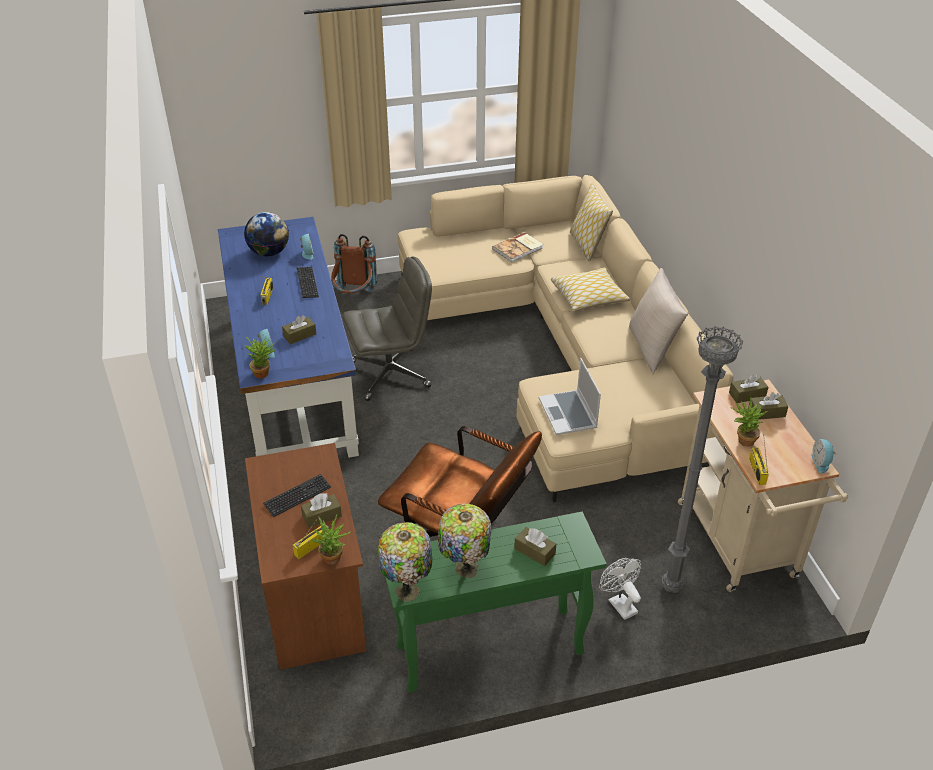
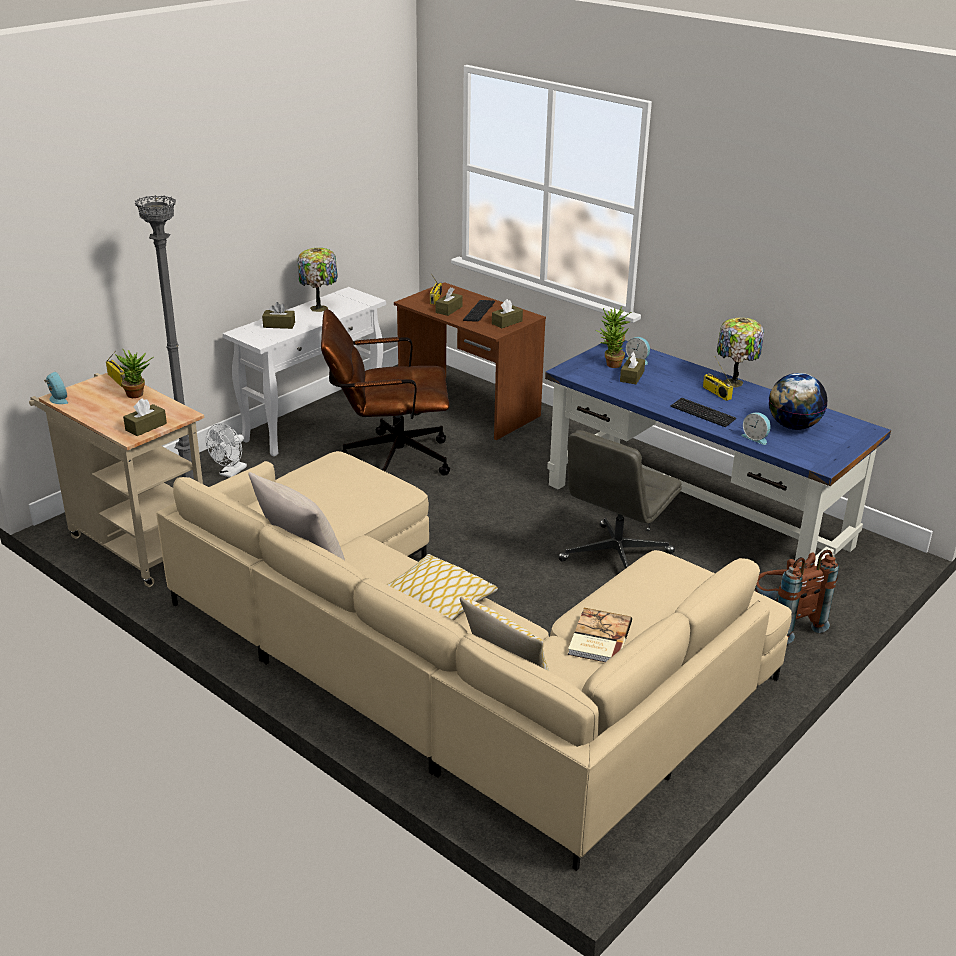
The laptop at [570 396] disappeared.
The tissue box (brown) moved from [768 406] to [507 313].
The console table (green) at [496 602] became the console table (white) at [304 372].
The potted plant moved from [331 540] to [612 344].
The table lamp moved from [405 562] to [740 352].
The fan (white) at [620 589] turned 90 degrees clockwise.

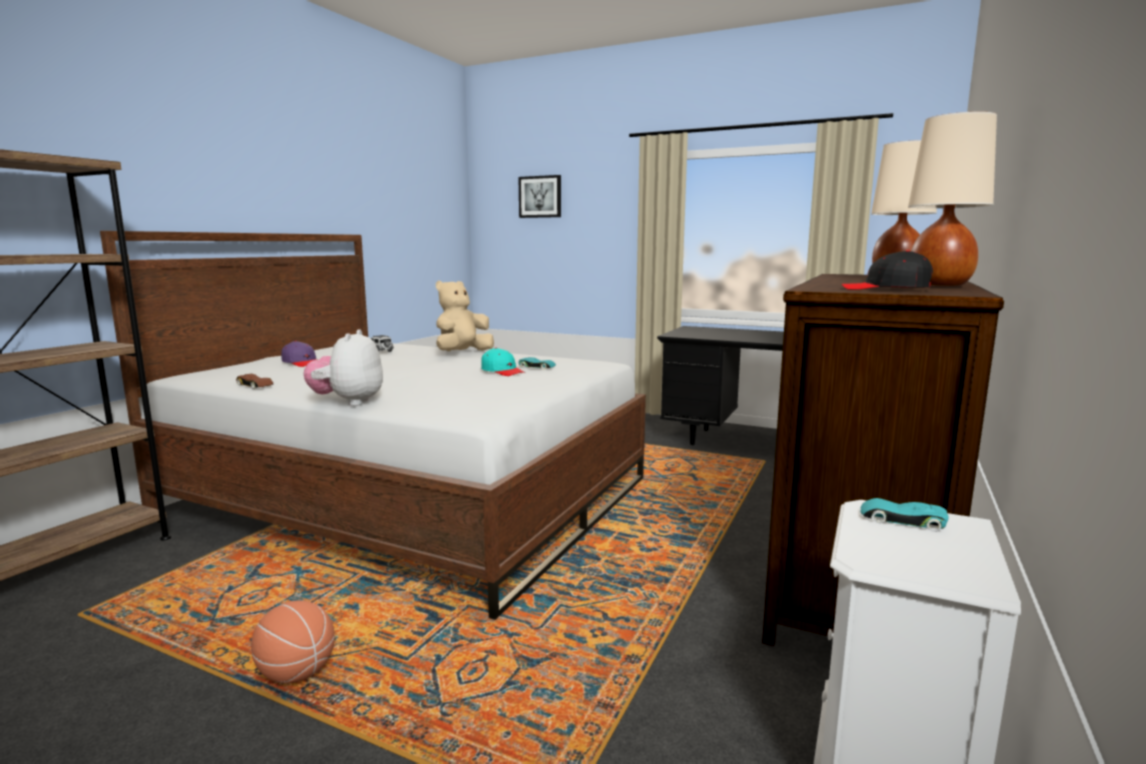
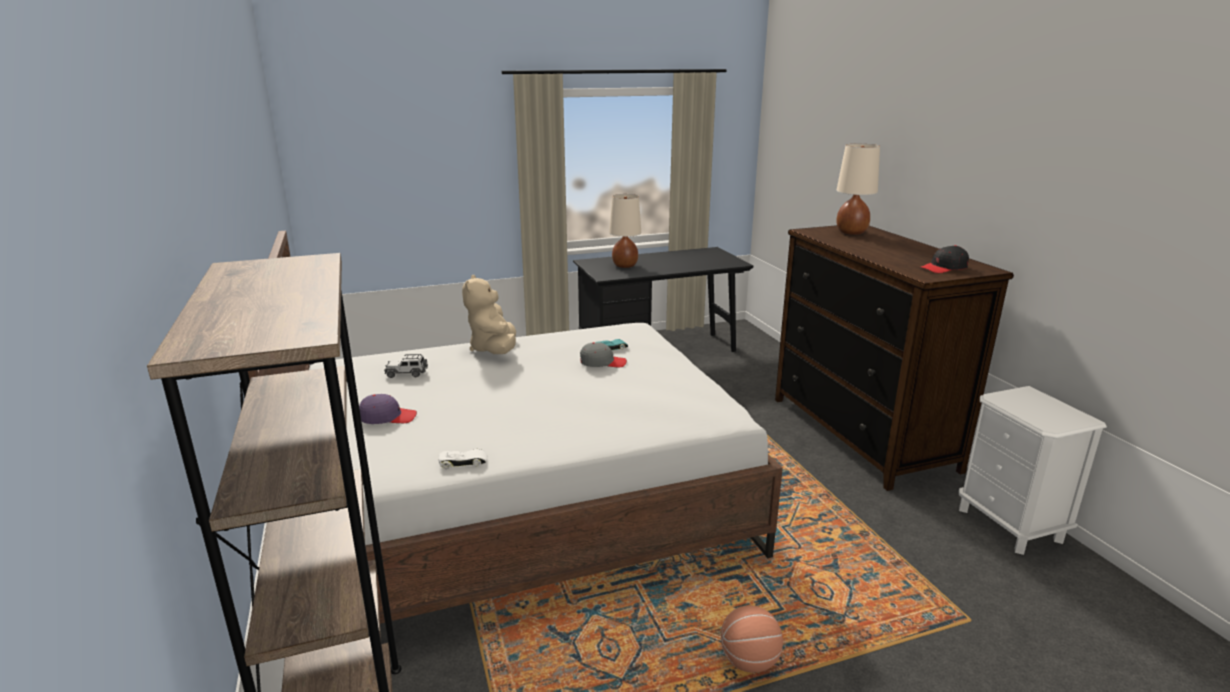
The table lamp (beige) moved from [952 198] to [625 231].
The picture at [539 196] disappeared.
The plush toy at [343 367] disappeared.
The cap (turquoise) at [503 362] became the cap (grey) at [603 354].
The toy car (brown) at [254 381] became the toy car (white) at [462 459].
The toy car (turquoise) at [904 515] disappeared.

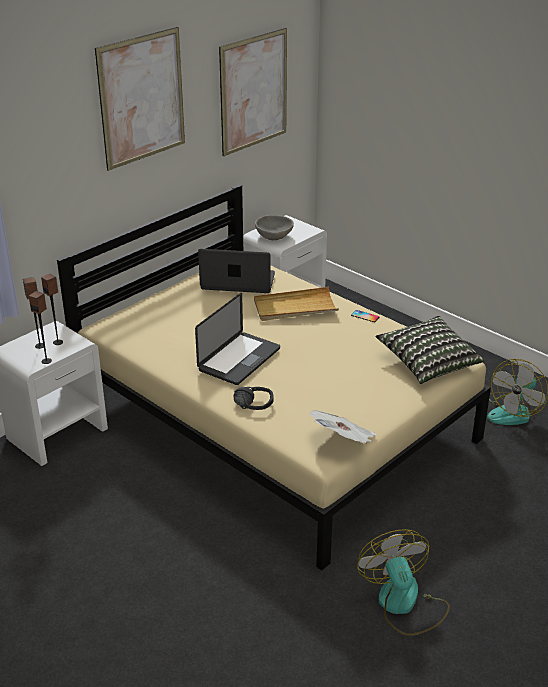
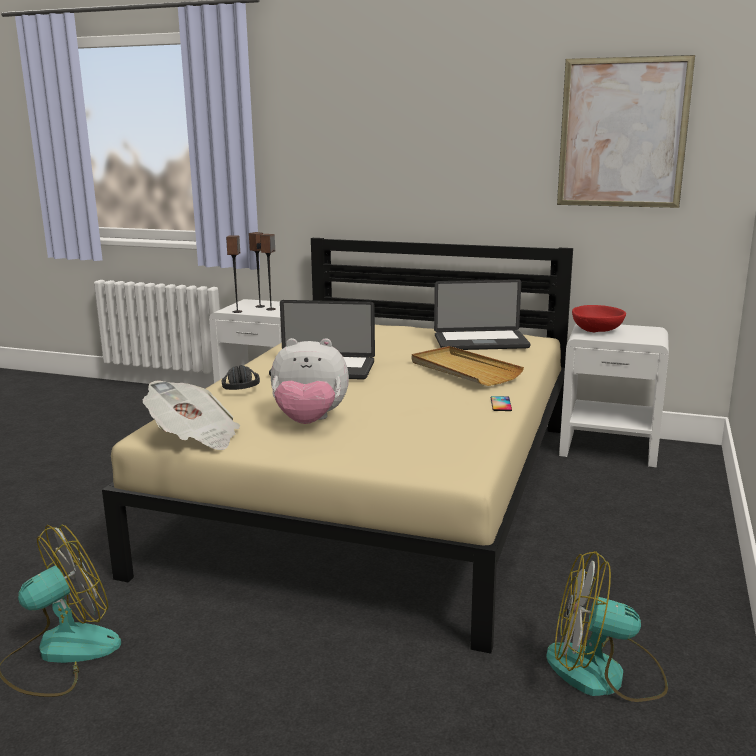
The picture at [140 99] disappeared.
The bowl (grey) at [274 227] became the bowl (red) at [599 318].
The laptop at [236 271] turned 105 degrees clockwise.
The pillow at [430 350] disappeared.
The plush toy at [310 381] appeared.

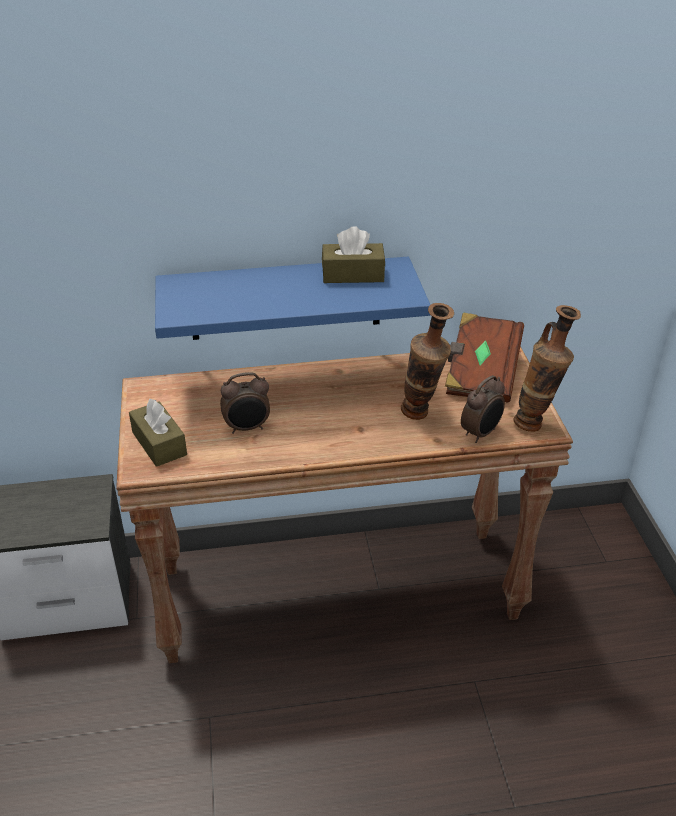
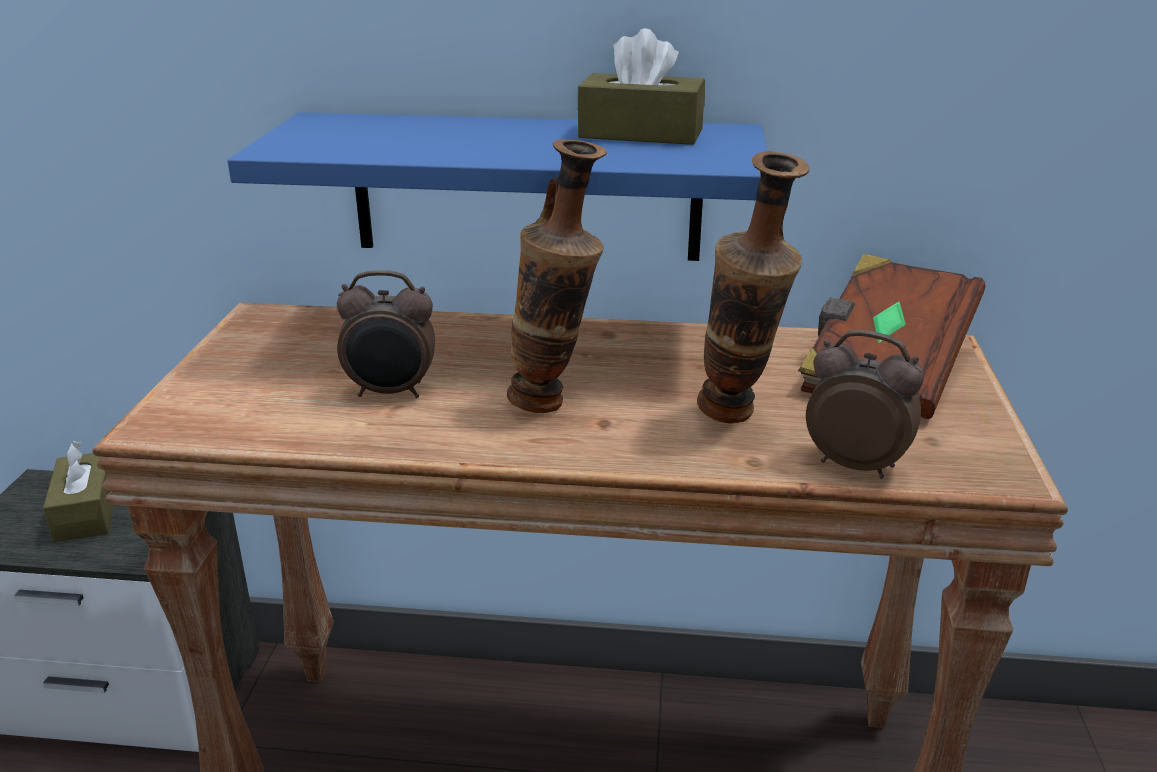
The vase moved from [547 368] to [557 276].
The alarm clock at [483 409] turned 120 degrees counterclockwise.
The tissue box (brown) moved from [158 433] to [78 491].

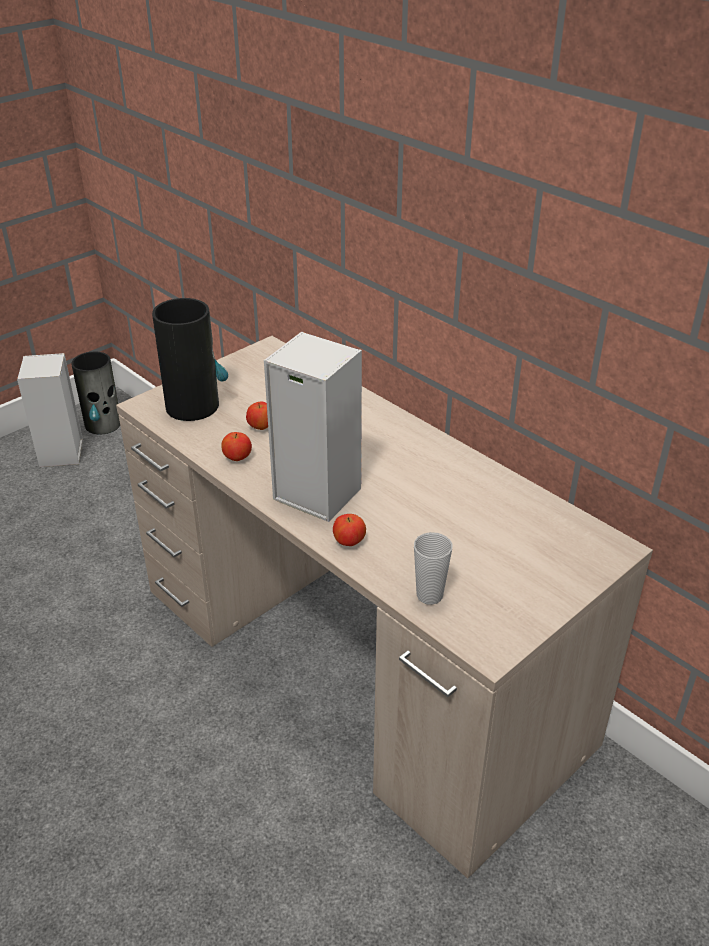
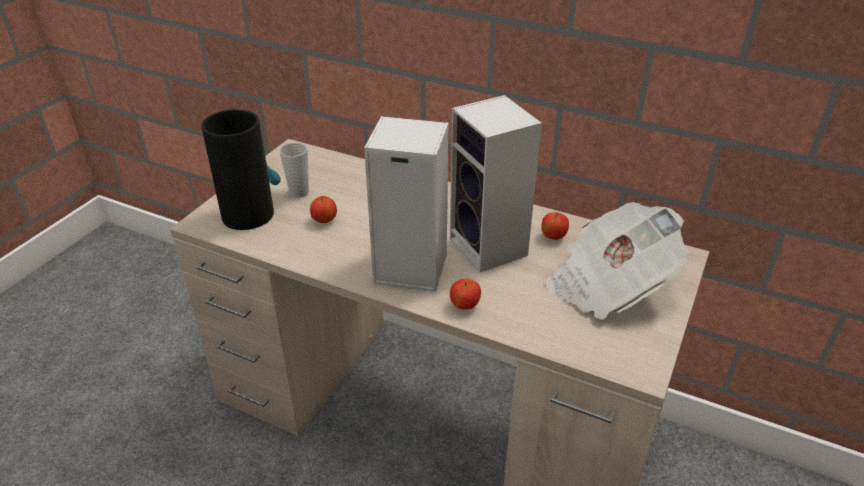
The vase at [95 393] disappeared.
The speaker moved from [50 410] to [496 183].
The apple moved from [237 446] to [555 226].
The cup moved from [433 568] to [294 170].
The newspaper at [617 261] appeared.

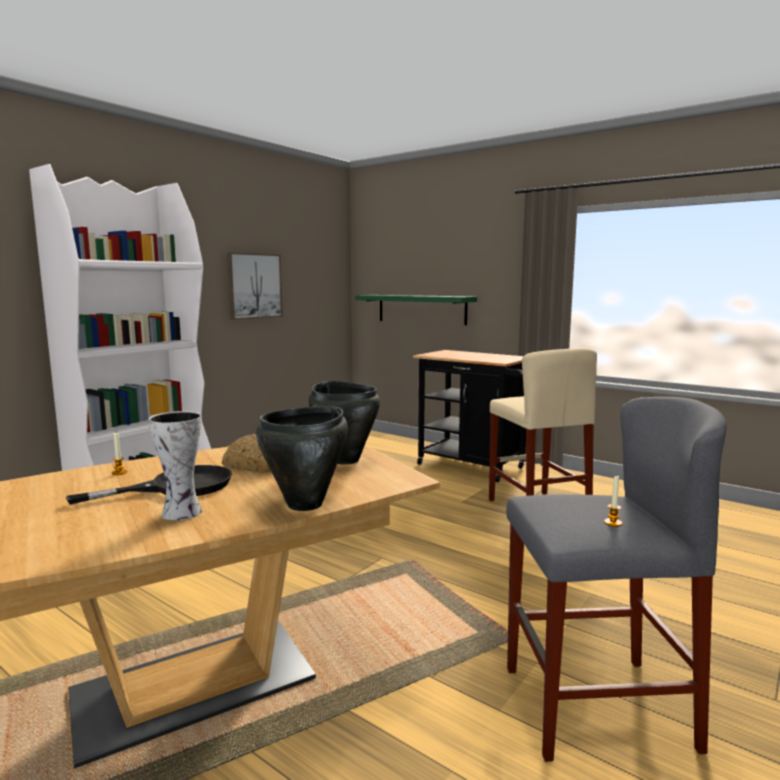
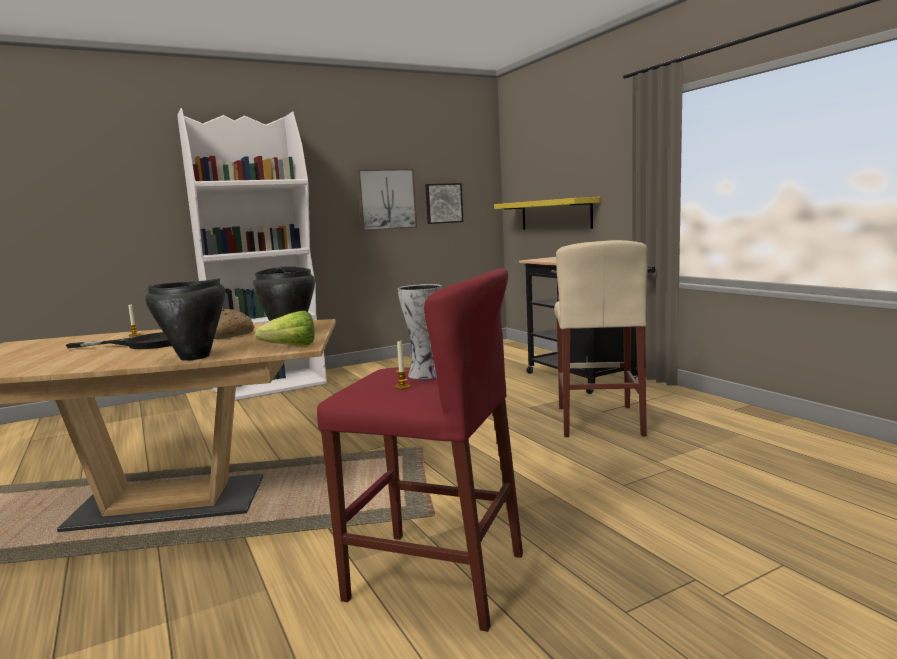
The shelf (green) at [416 310] became the shelf (yellow) at [547 213].
The stool (grey) at [616 579] became the stool (red) at [420 450].
The vase moved from [175 466] to [420 331].
The picture at [444 203] appeared.
The lettuce at [285 328] appeared.

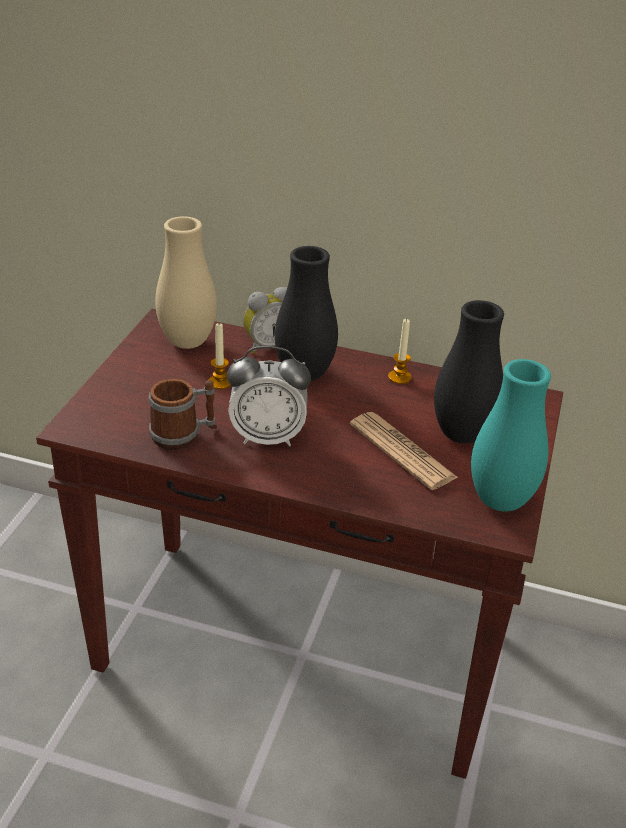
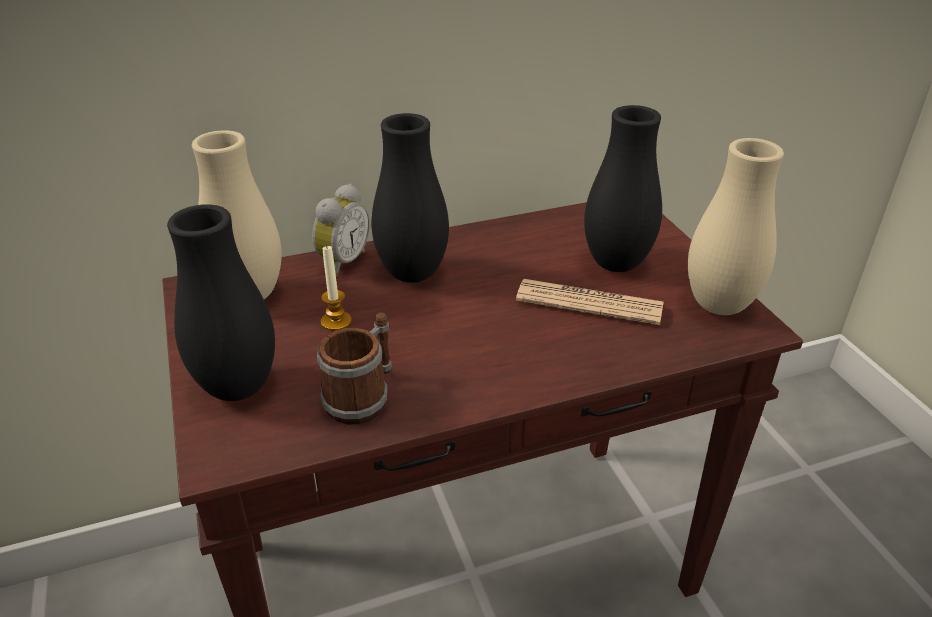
The candle at [400 351] disappeared.
The alarm clock at [269 396] disappeared.
The vase (turquoise) at [511 435] became the vase (beige) at [736 226].
The vase (black) at [221 302] appeared.

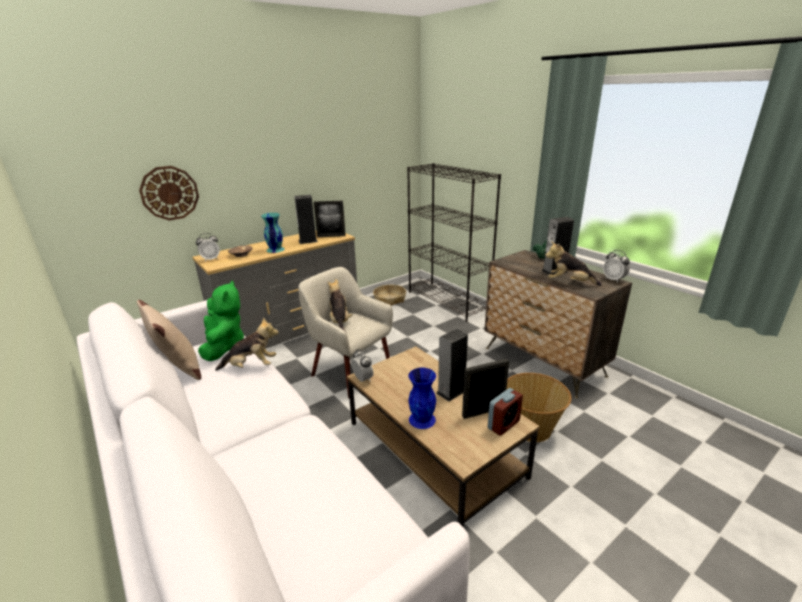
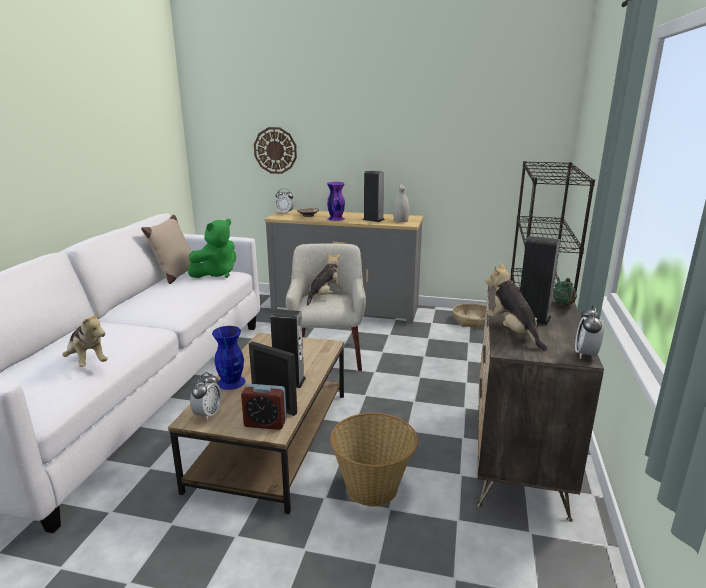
The picture frame at [330 218] was replaced by the vase (white) at [401 203].
The vase (turquoise) at [273 233] became the vase (purple) at [336 201].
The plush toy moved from [247 344] to [85 338].
The alarm clock moved from [362 365] to [205 396].

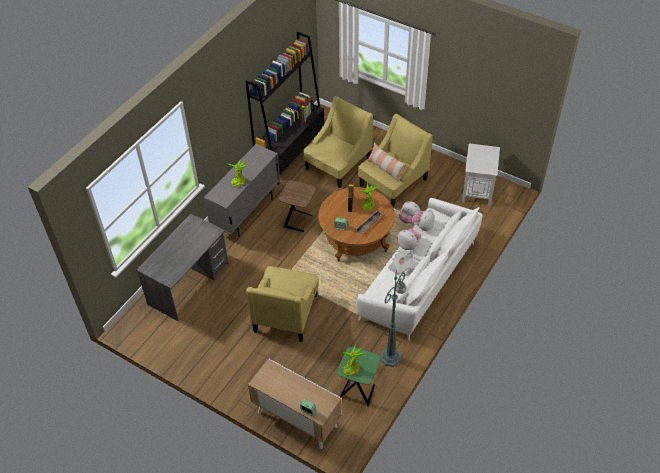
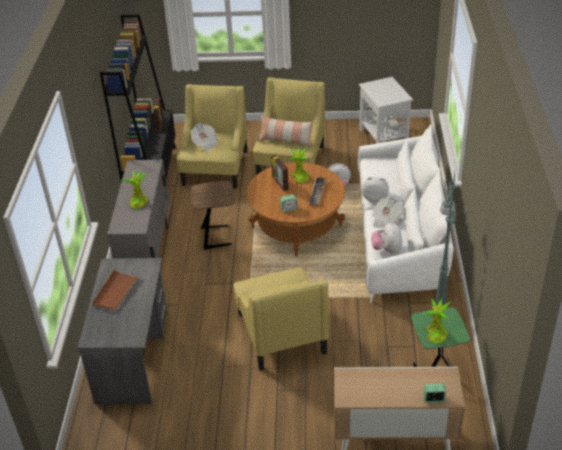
The plush toy moved from [423 220] to [386 238].
The newspaper at [204 137] appeared.
The tray (brown) at [116 290] appeared.

